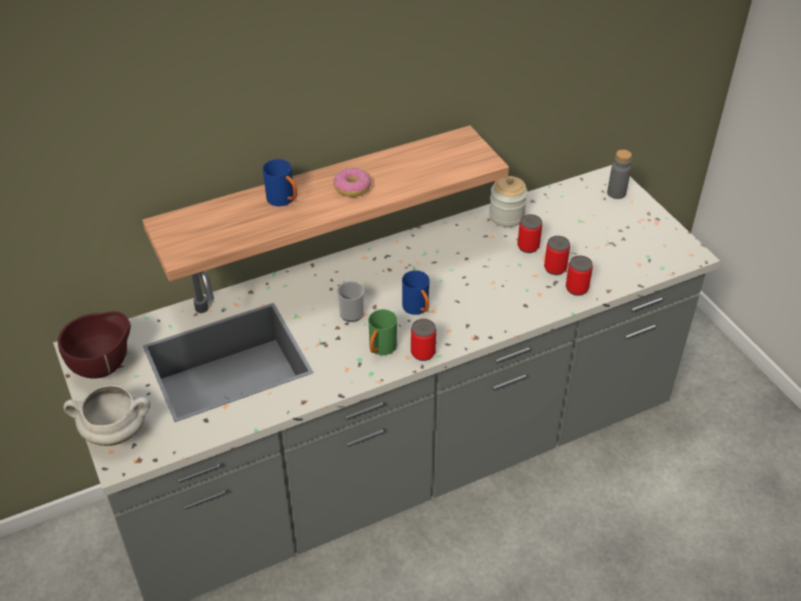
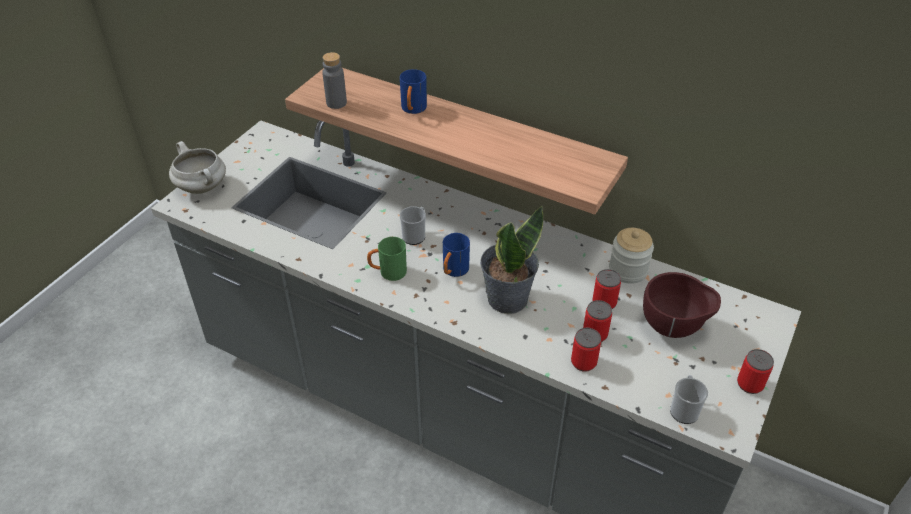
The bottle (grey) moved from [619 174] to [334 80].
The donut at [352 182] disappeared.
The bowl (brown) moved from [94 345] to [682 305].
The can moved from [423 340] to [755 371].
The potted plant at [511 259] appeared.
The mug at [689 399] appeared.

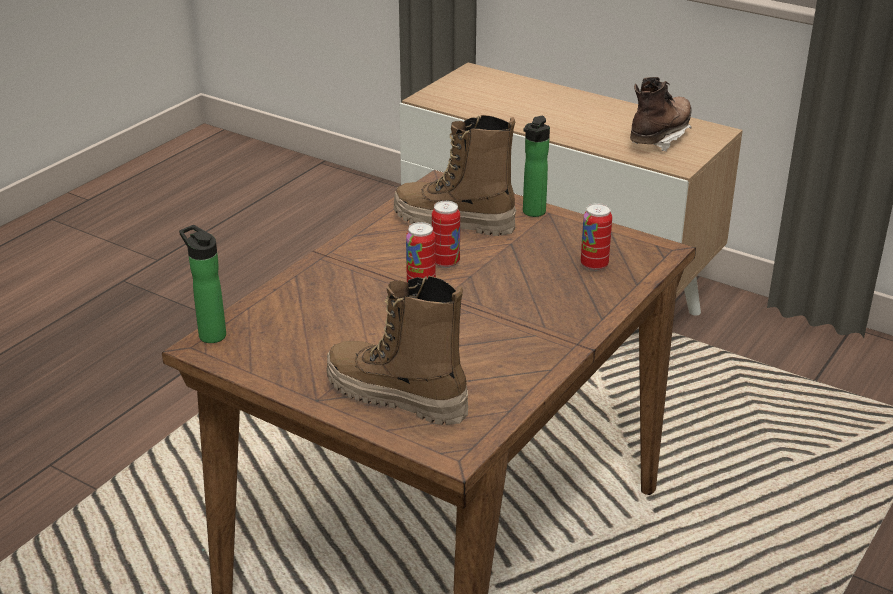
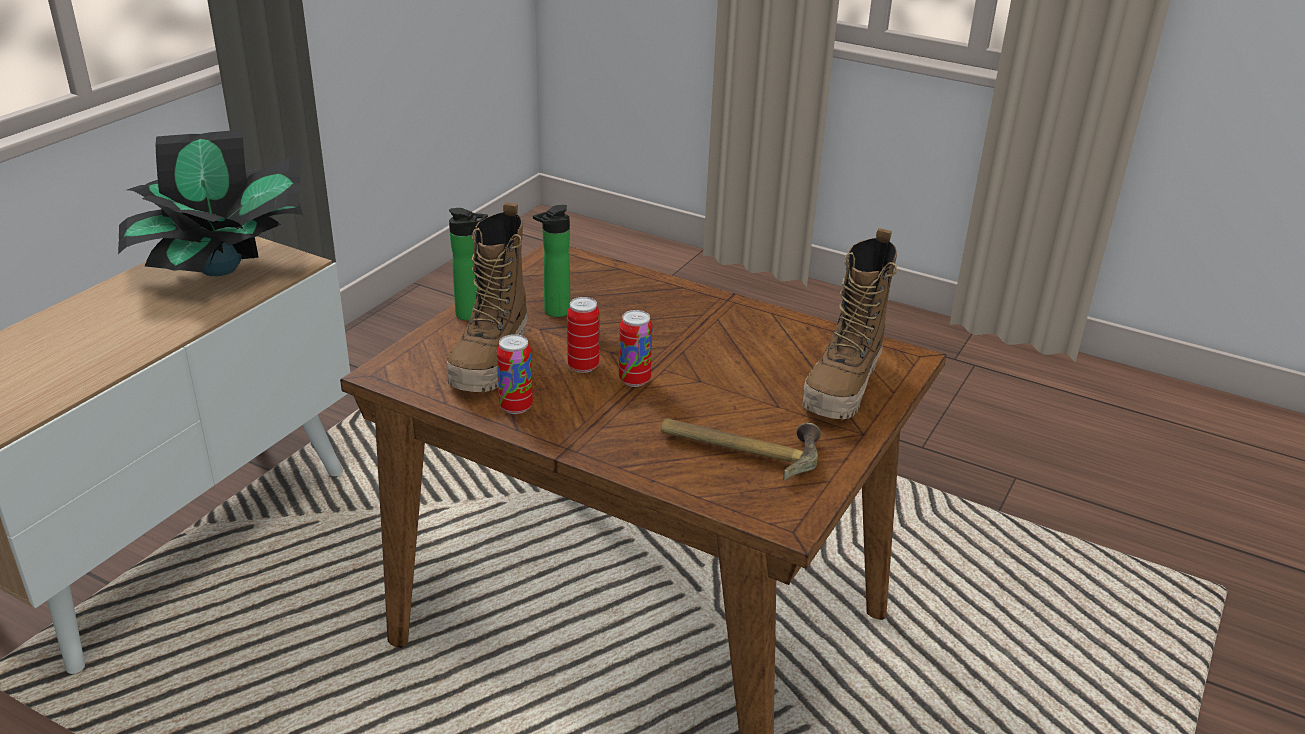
The boot (brown) at [661 114] was replaced by the potted plant at [211 203].
The can moved from [596 237] to [515 374].
The bottle moved from [202 284] to [551 261].
The hammer at [741 449] appeared.

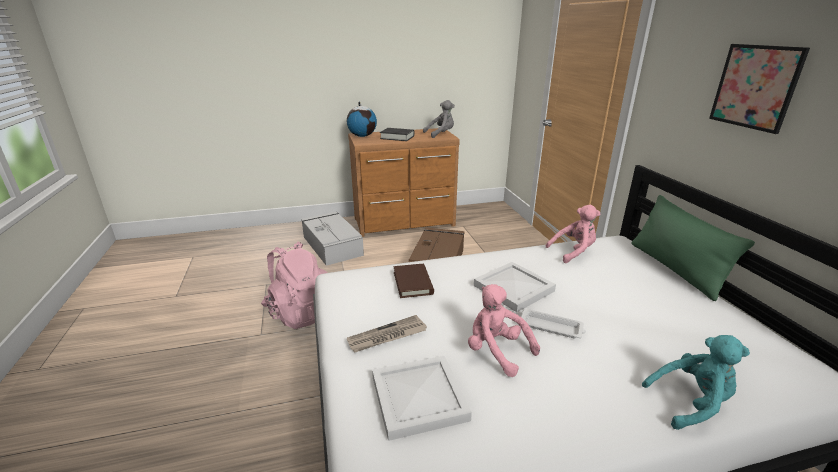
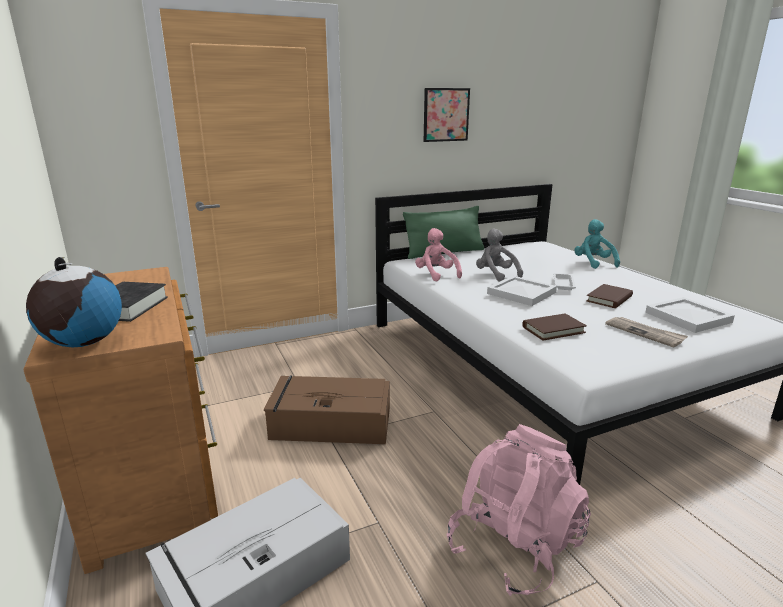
The plush toy (grey) moved from [439 119] to [499 255].
The plush toy (pink) at [504 330] was replaced by the book (brown) at [609 296].

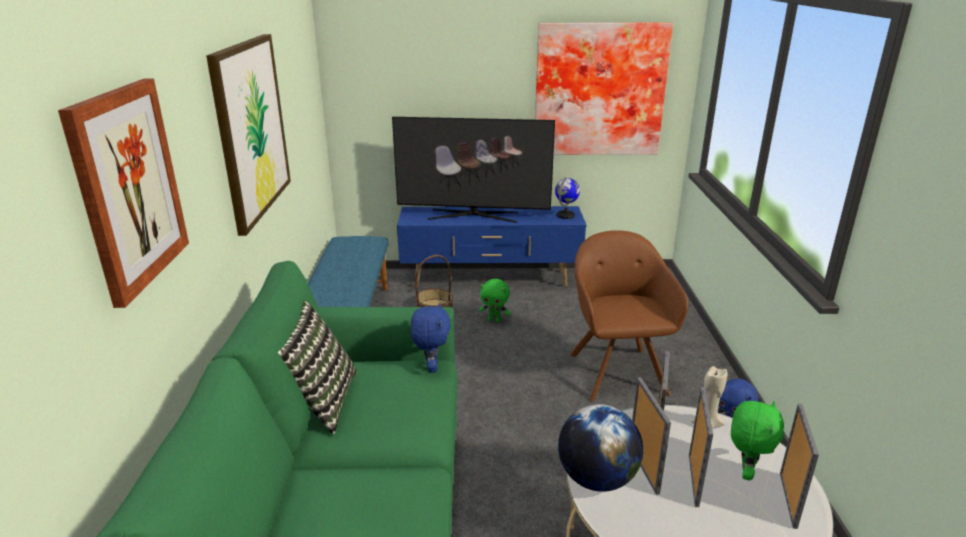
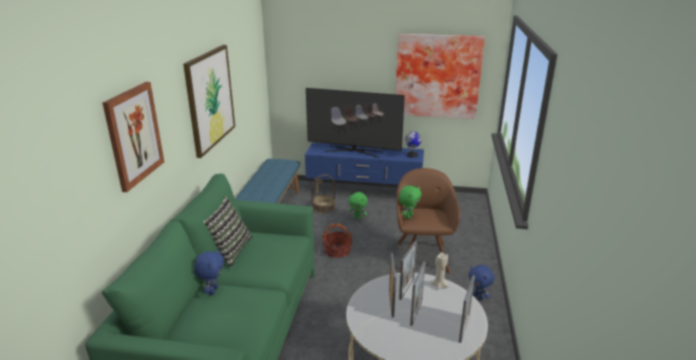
The plush toy (blue) moved from [430 338] to [209 272].
The plush toy (green) moved from [757 440] to [410 202].
The globe at [600 448] disappeared.
The basket at [337 241] appeared.

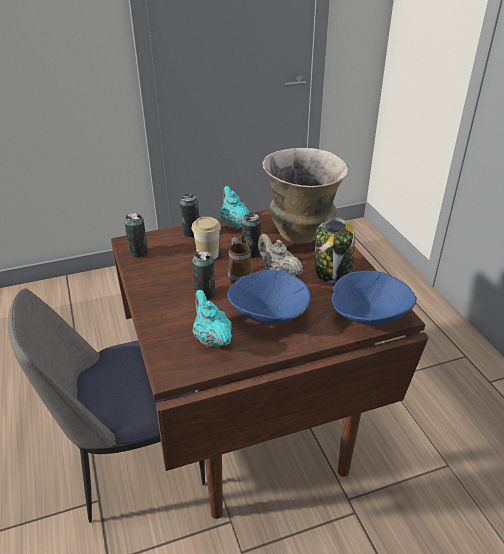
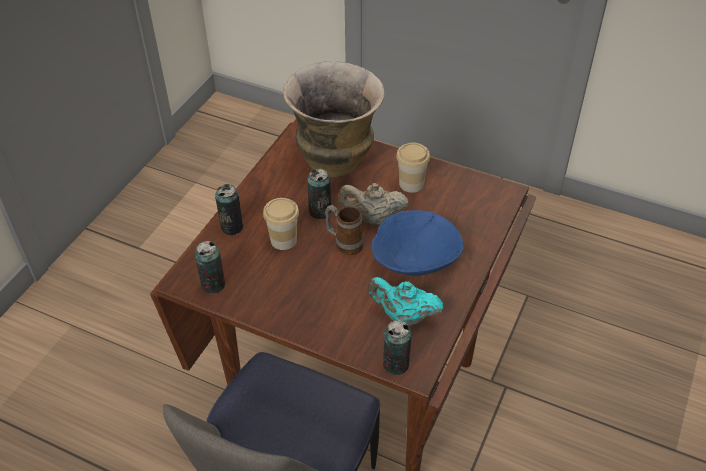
The teapot (turquoise) at [234 207] disappeared.
The jar at [335 250] was replaced by the cup at [413 168].
The can moved from [203 275] to [397 347].
The bowl (blue) at [374 298] disappeared.

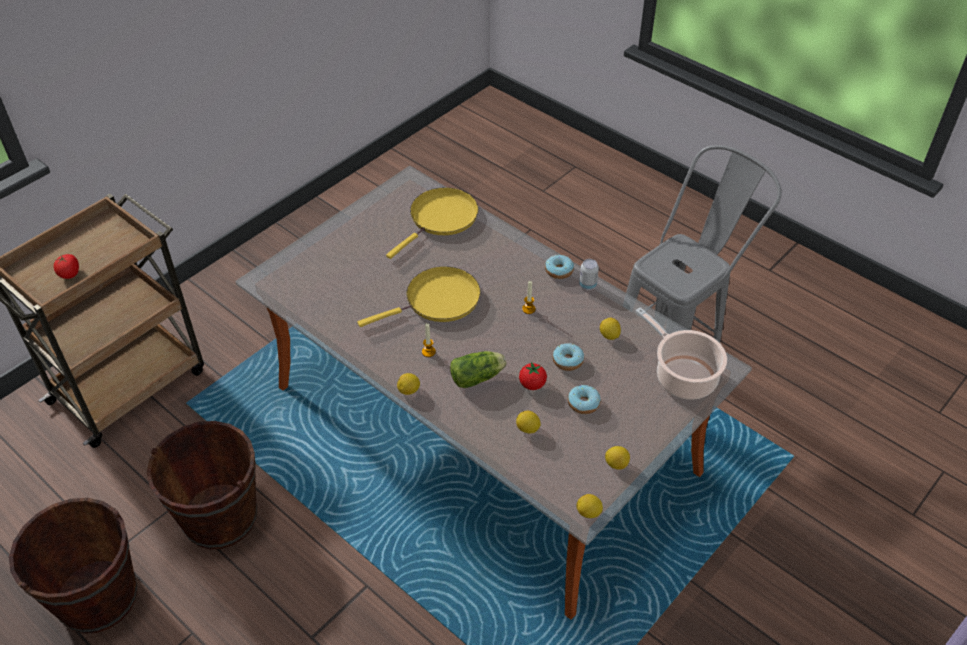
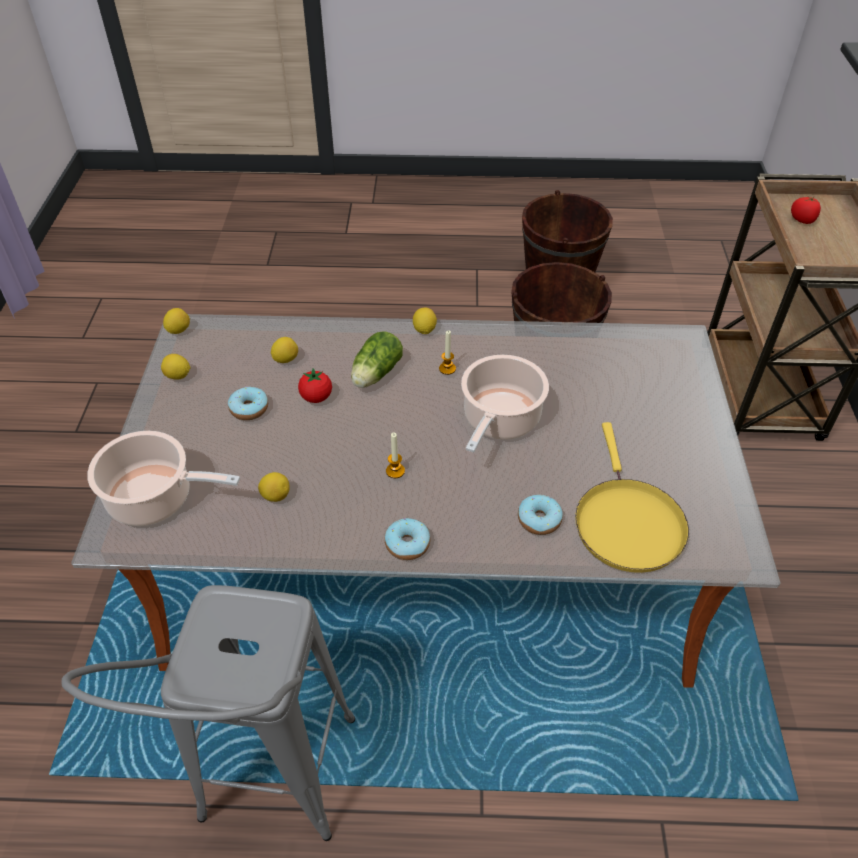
The can at [589 274] disappeared.
The frying pan (yellow) at [419 296] was replaced by the cooking pot at [505 404].
The donut moved from [568 357] to [540 515].

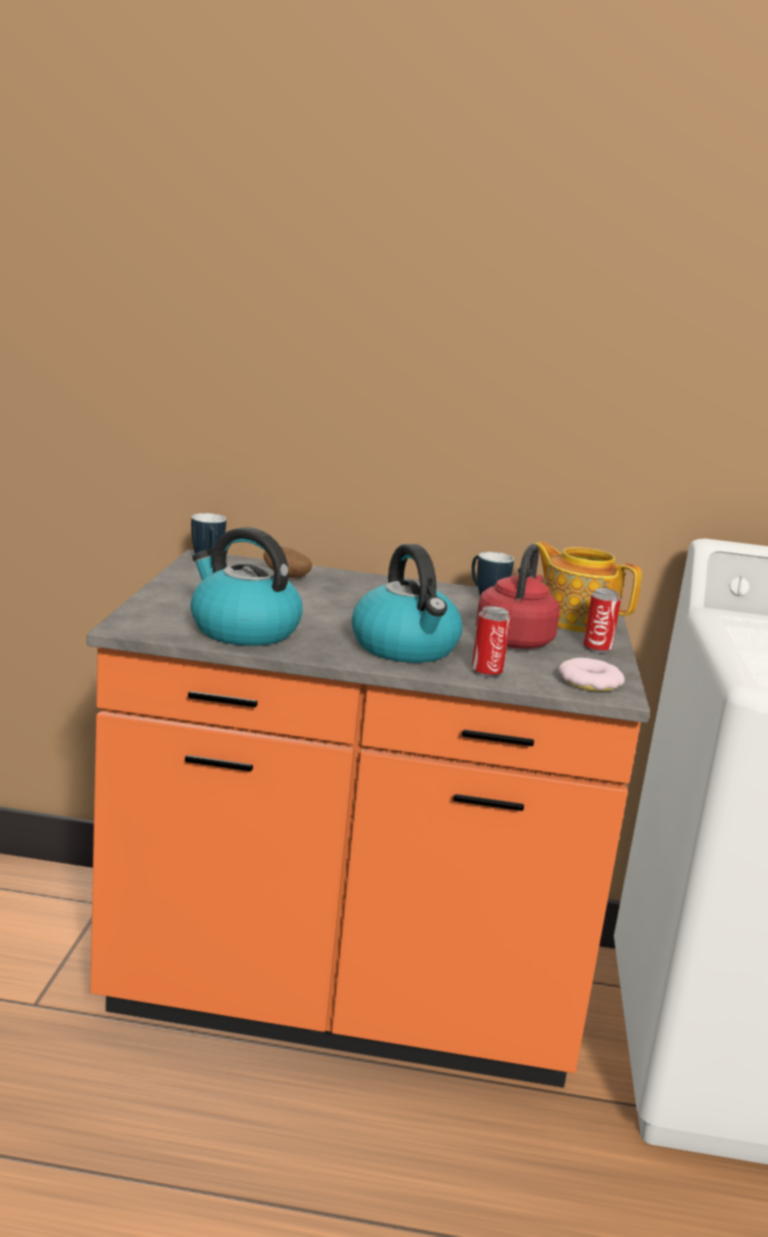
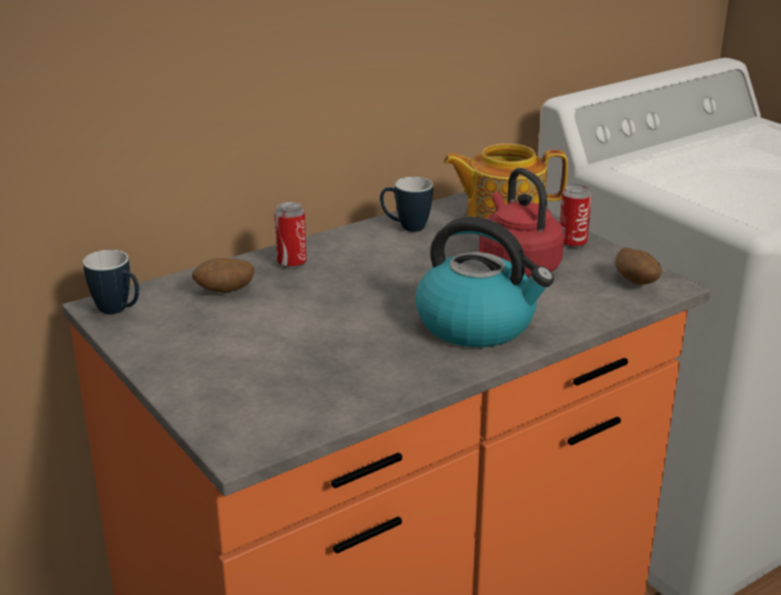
The kettle at [247 586] disappeared.
The can moved from [491 642] to [290 235].
The donut at [591 675] was replaced by the potato at [638 266].

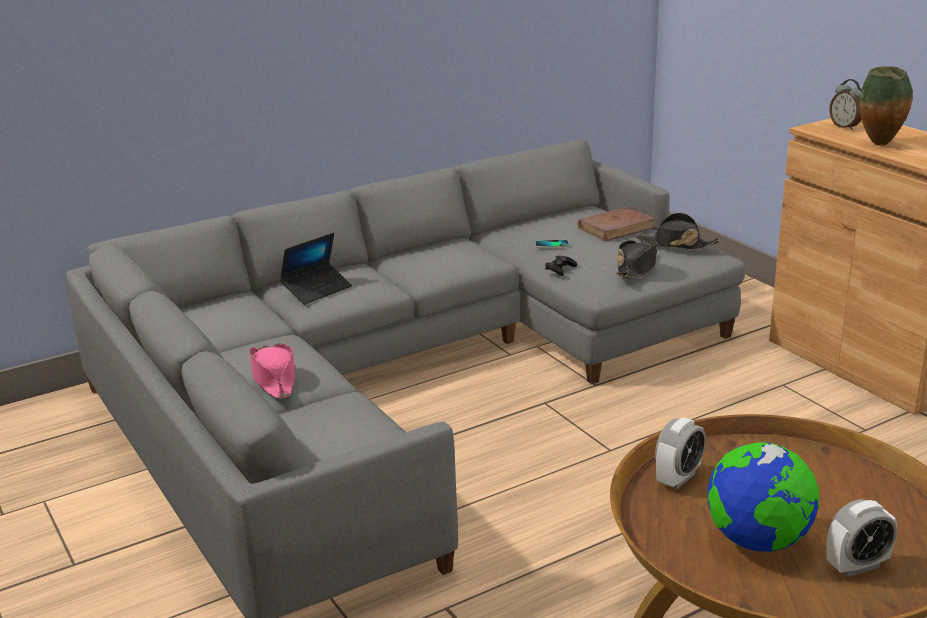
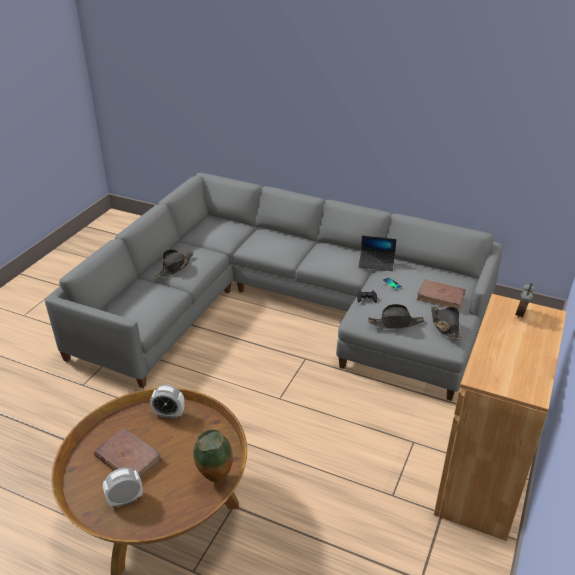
The vase moved from [886 106] to [213 456].
The laptop moved from [316 269] to [377 253].
The hat (pink) at [272 371] became the hat (black) at [174 263].
The globe at [763 497] was replaced by the book (brown) at [128 453].
The alarm clock at [862 538] turned 120 degrees clockwise.

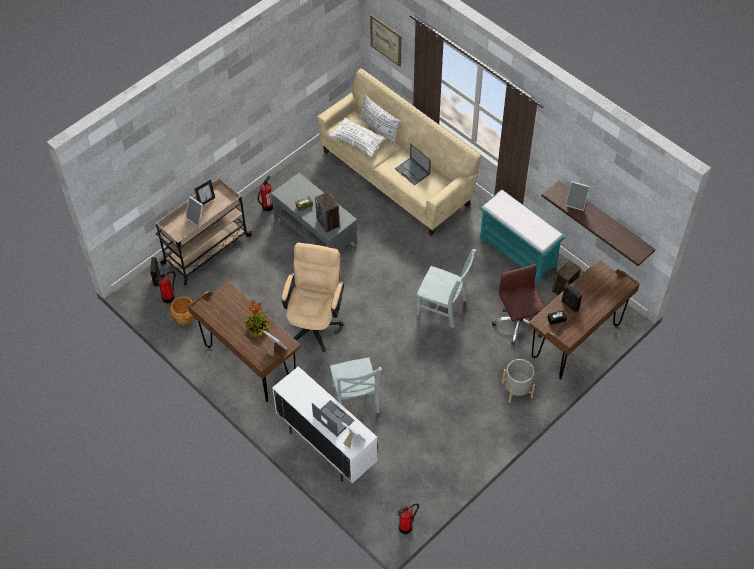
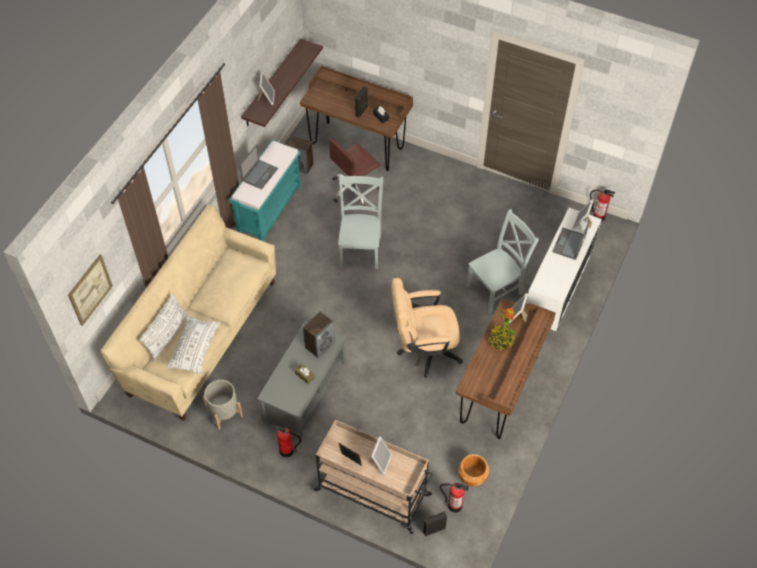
The laptop moved from [413 164] to [258 166].
The planter (grey) moved from [518 381] to [223 405].

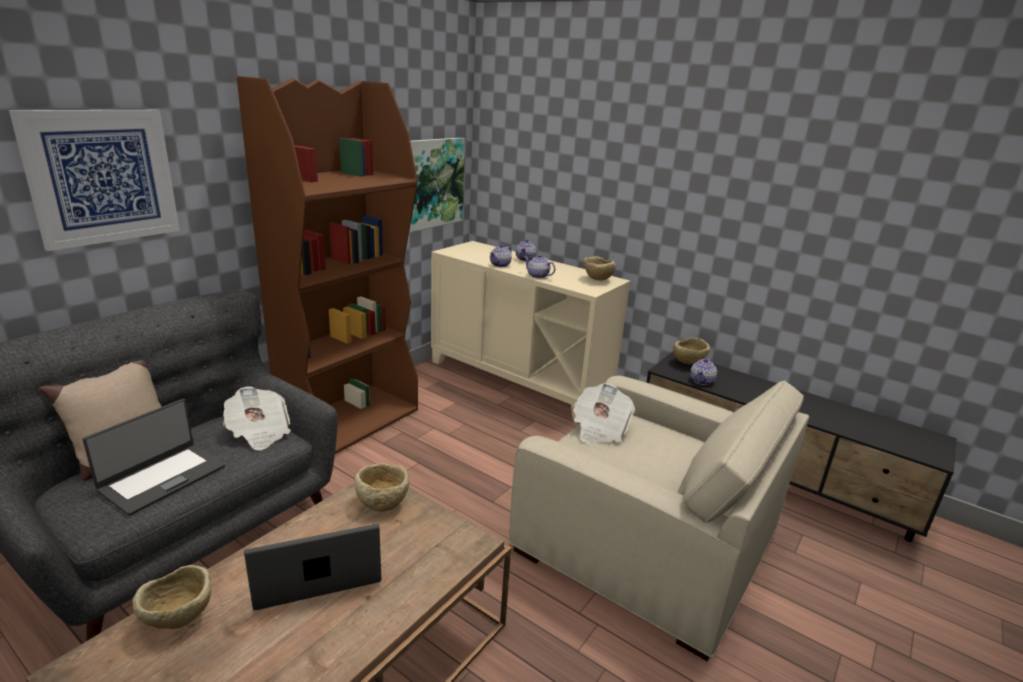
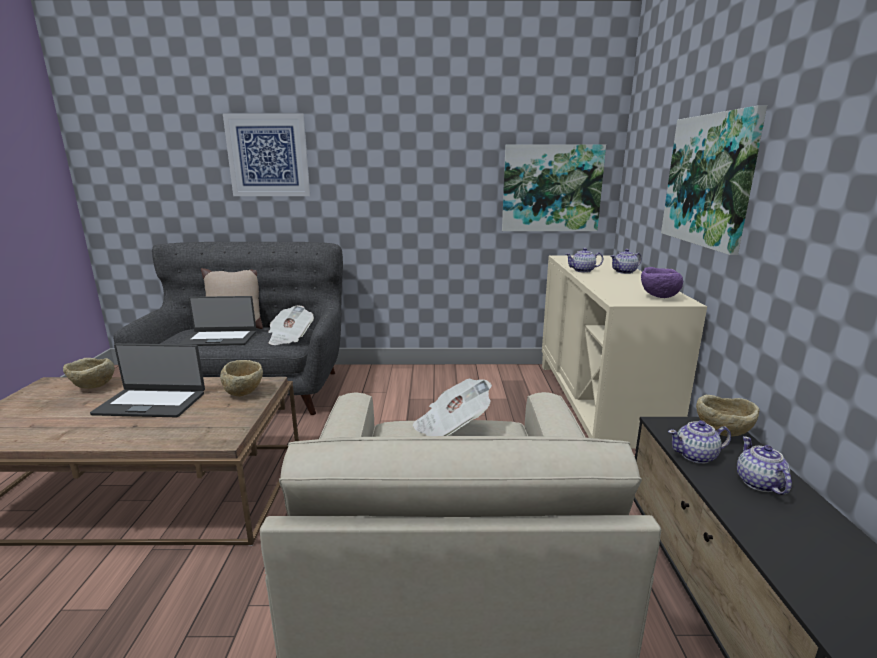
The bookcase (brown) at [327 265] disappeared.
The teapot moved from [539 266] to [764 465].
The bowl (beige) at [599 268] became the bowl (purple) at [662 282].
The laptop at [312 567] turned 150 degrees clockwise.
The picture at [714 180] appeared.

